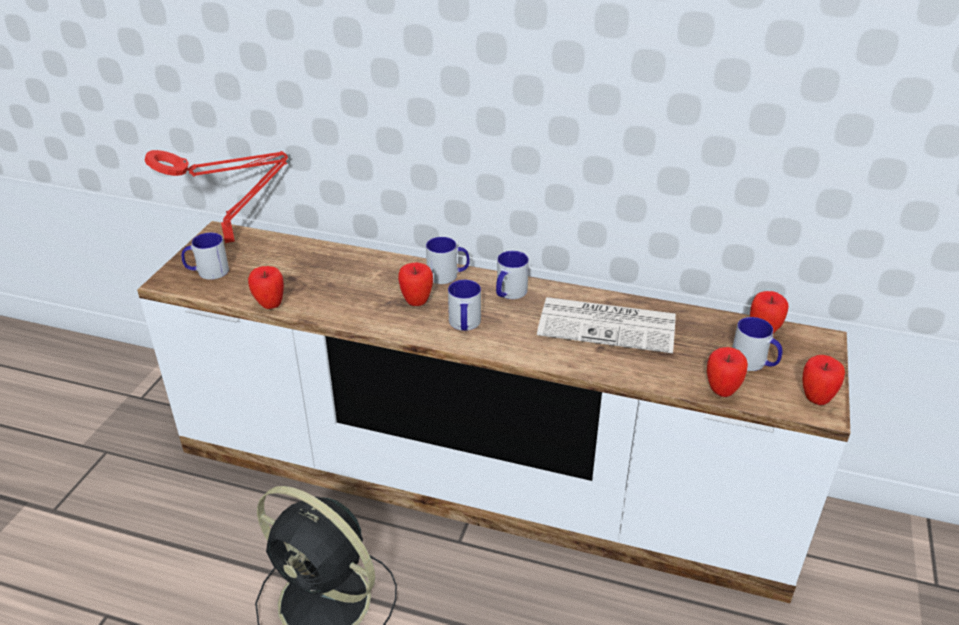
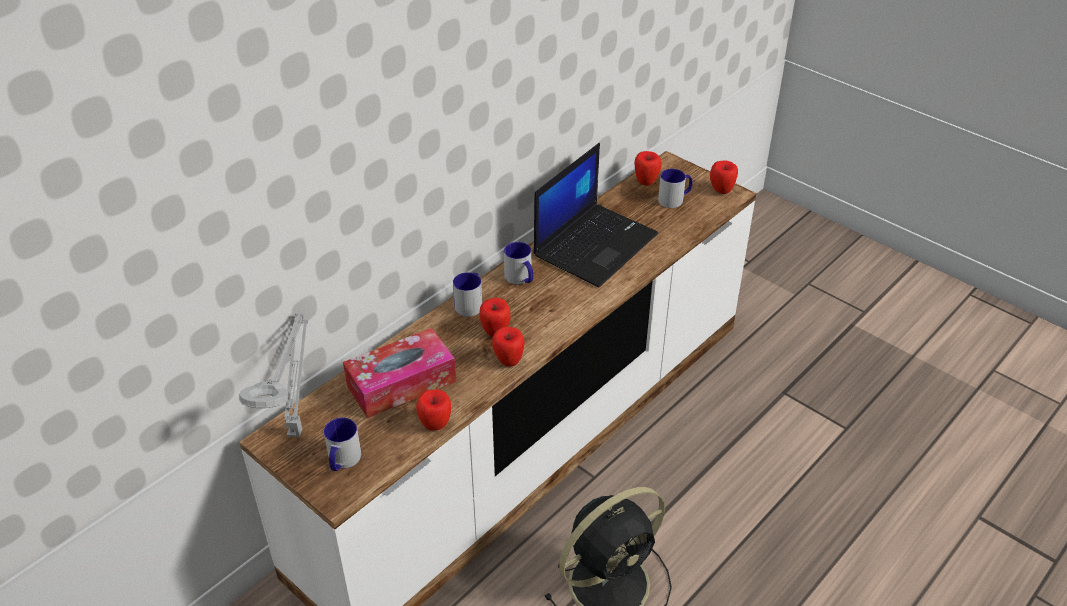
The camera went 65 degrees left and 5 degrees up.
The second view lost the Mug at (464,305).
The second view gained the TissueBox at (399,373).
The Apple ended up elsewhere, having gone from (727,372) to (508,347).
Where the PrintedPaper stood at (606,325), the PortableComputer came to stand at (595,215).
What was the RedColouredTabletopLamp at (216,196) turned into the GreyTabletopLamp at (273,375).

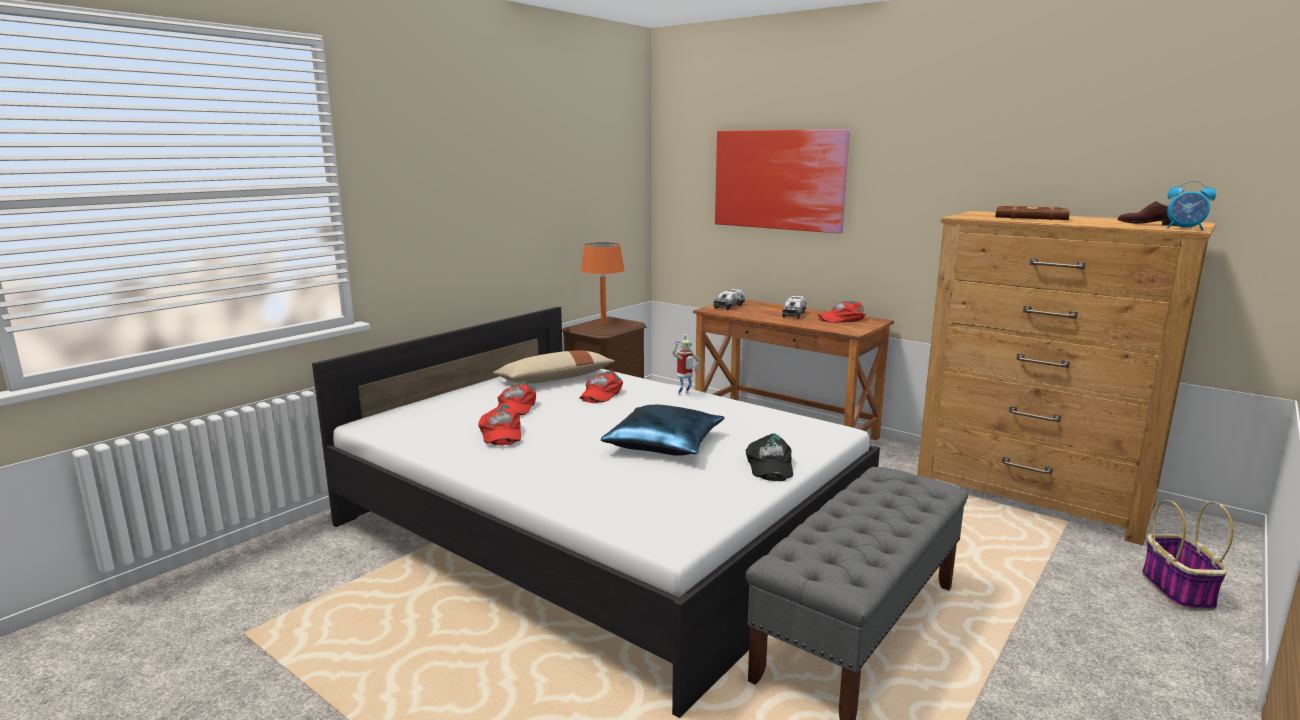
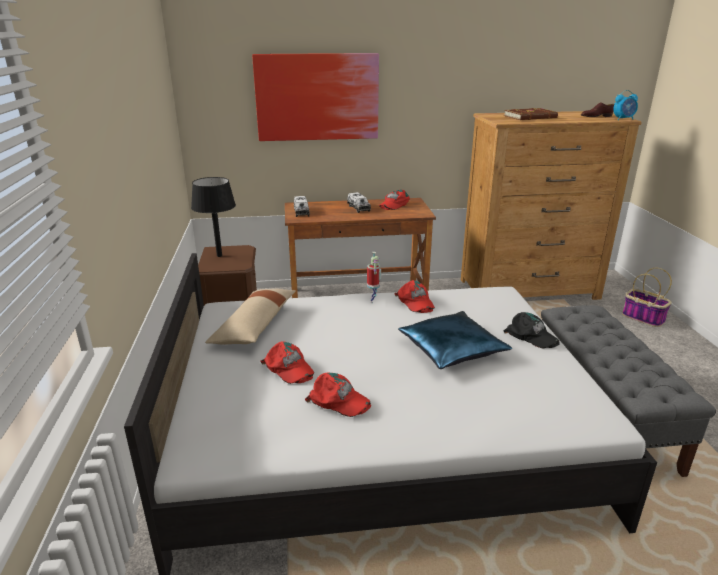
The camera went 45 degrees left and 10 degrees up.
The RedColouredPeakedCap ended up elsewhere, having gone from (601,387) to (414,296).
What was the OrangeTabletopLamp at (603,283) turned into the BlackTabletopLamp at (213,217).

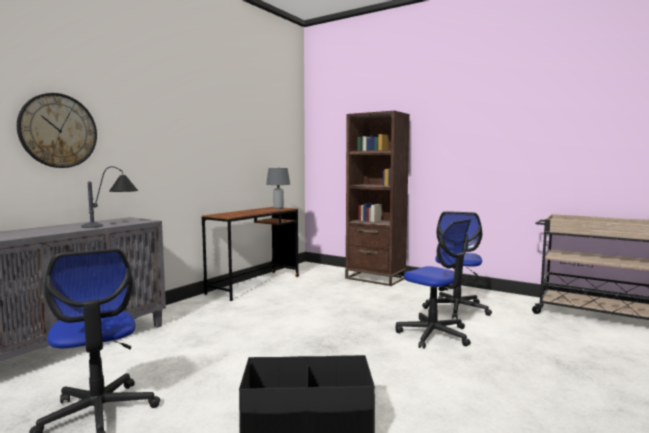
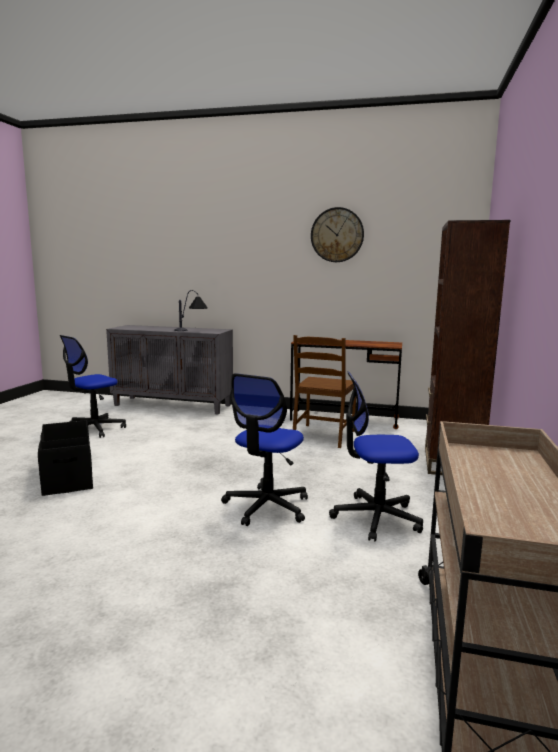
The camera went 70 degrees right and 5 degrees up.
The second view lost the GreyTabletopLamp at (278,188).
The second view gained the BrownPlainChair at (324,391).
The ClockOnTheWall ended up elsewhere, having gone from (57,130) to (337,234).

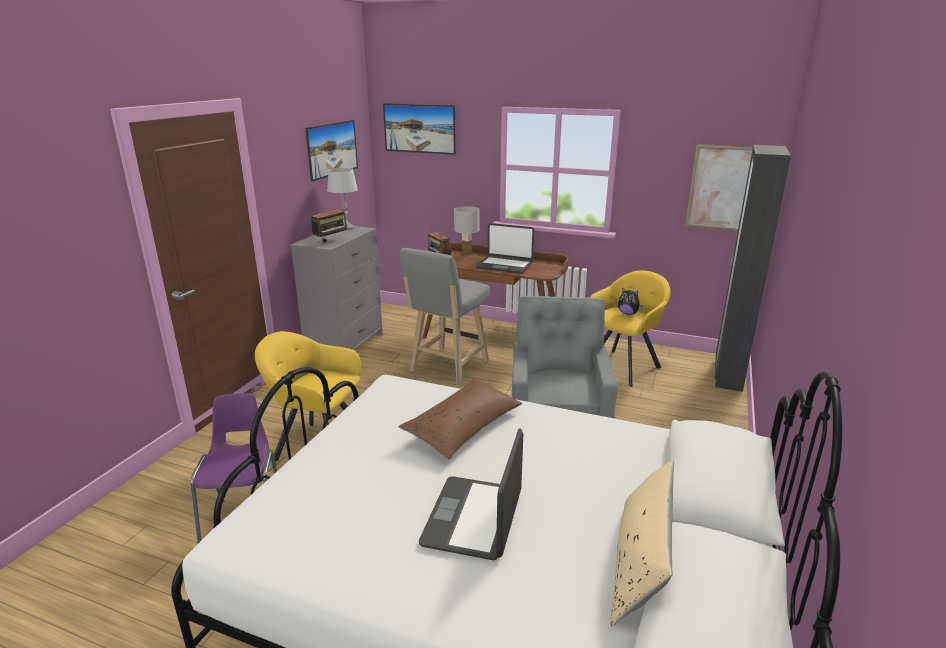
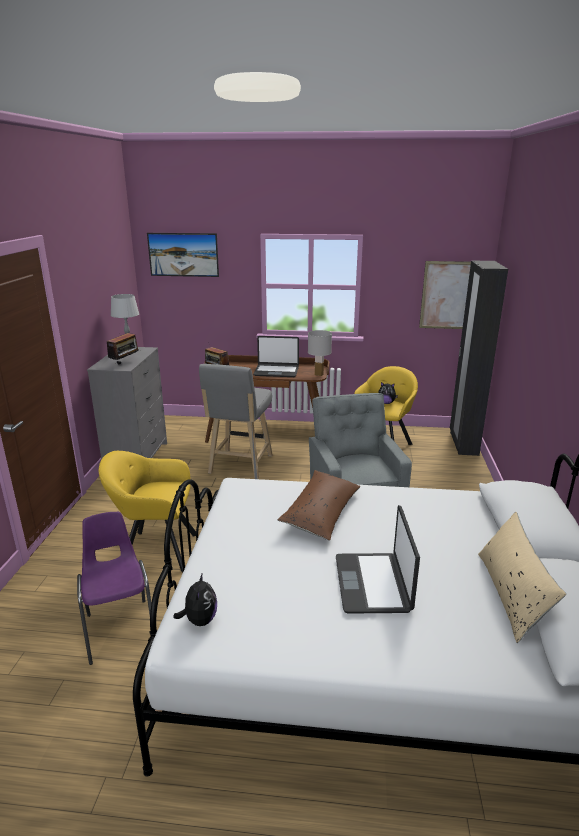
The camera went 15 degrees left and 0 degrees up.
The second view lost the WallPicture at (331,151).
The second view gained the CuddlyToy at (195,599).
The WhitishTabletopLamp ended up elsewhere, having gone from (467,231) to (320,353).

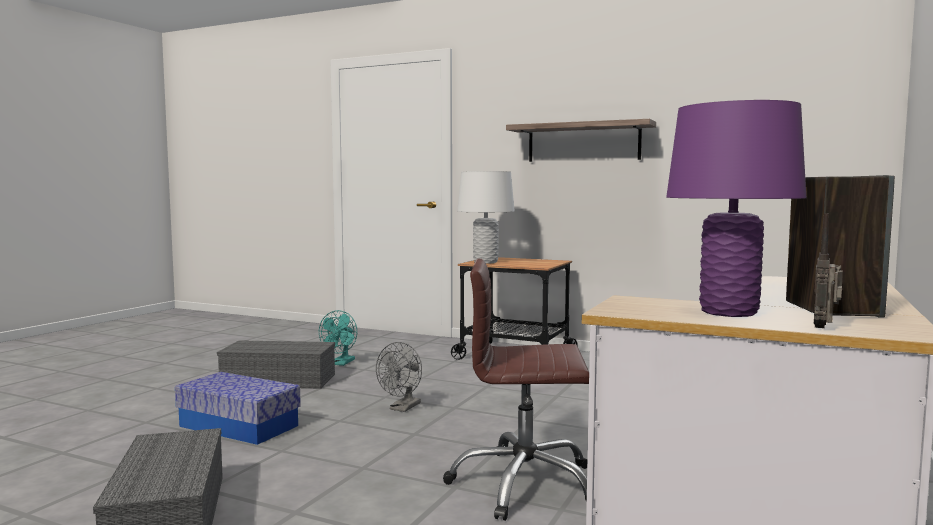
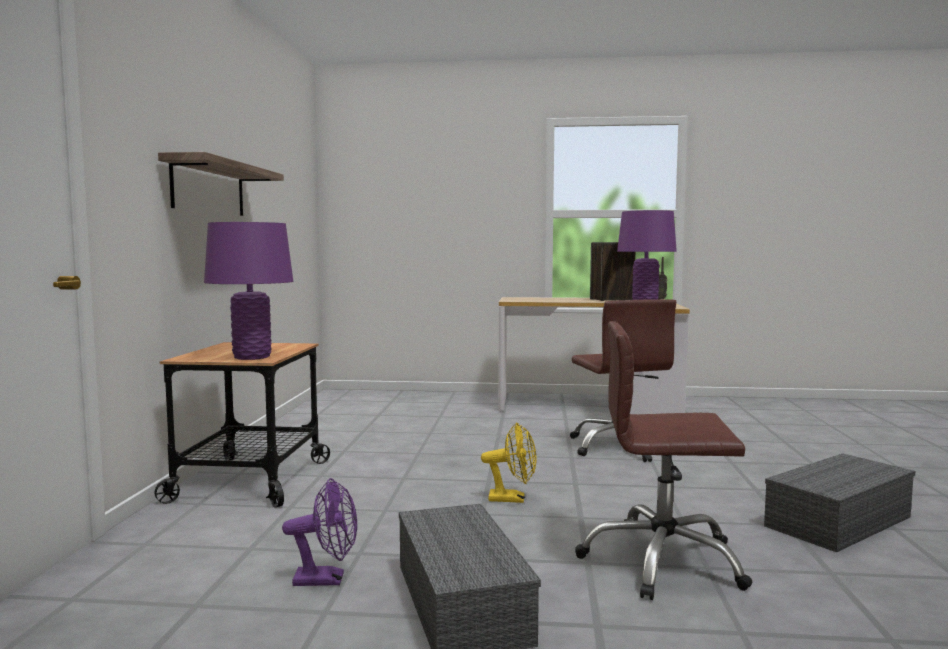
The camera went 110 degrees left and 0 degrees up.
Where the StorageContainer stood at (238,408), the BrownComputerChair came to stand at (664,460).
What was the BlueGreenElectricFan at (338,338) turned into the PurpleElectricFan at (319,532).
What was the GreyElectricFan at (399,377) turned into the YellowElectricFan at (509,462).
What was the WhitishTabletopLamp at (486,217) turned into the PurpleTabletopLamp at (248,291).

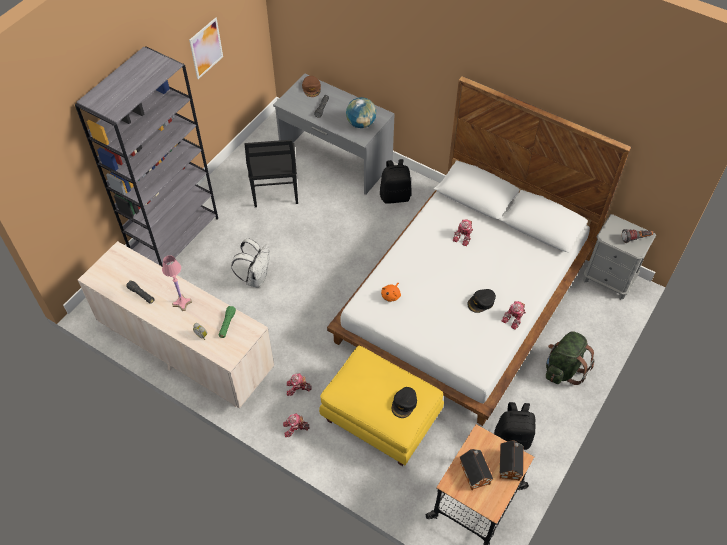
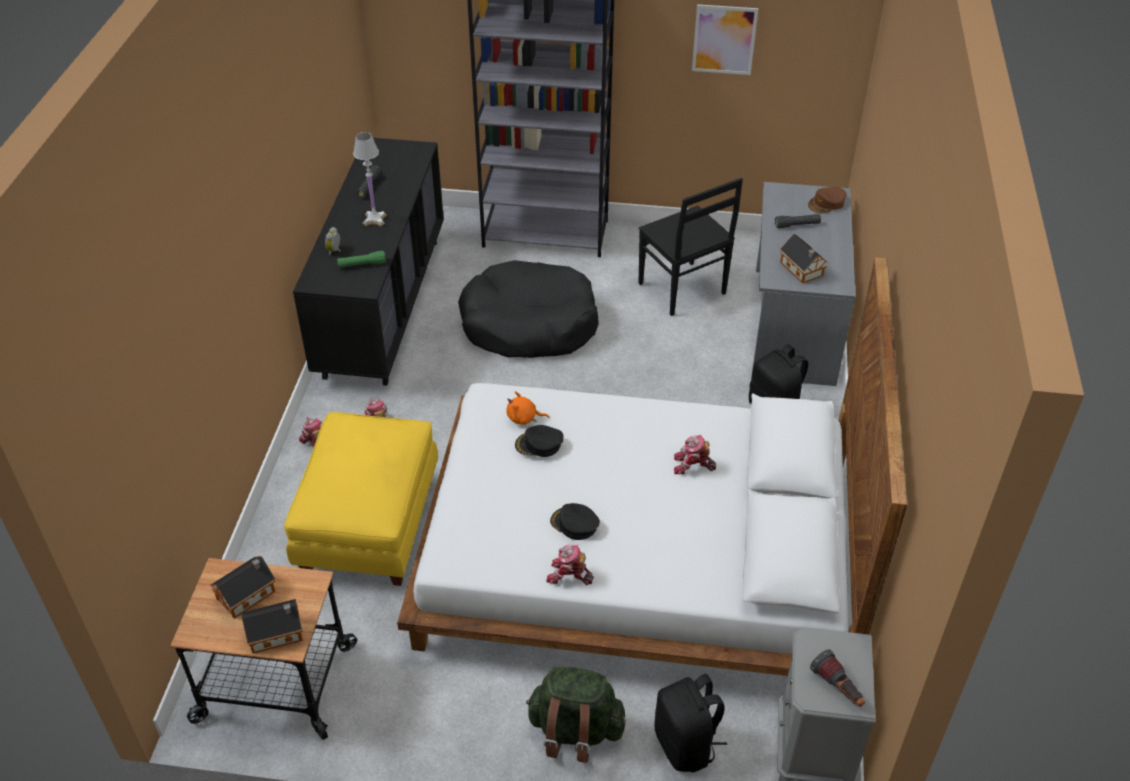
The camera went 65 degrees right and 10 degrees down.
The BlackPeakedCap ended up elsewhere, having gone from (404,402) to (539,441).
The BlackBackpack ended up elsewhere, having gone from (514,426) to (691,723).
Where the WhitishBackpack stood at (250,263), the BlackDogCushion came to stand at (528,309).
Where the DeskGlobe stood at (361,112), the ToyHouse came to stand at (804,258).
What was the BeigeChestOfDrawers at (176,325) turned into the BlackChestOfDrawers at (368,262).
What was the PinkColouredTabletopLamp at (177,283) turned into the WhitishTabletopLamp at (370,179).
The BlackPlainChair at (271,173) ended up facing another way, 90 degrees counterclockwise from before.

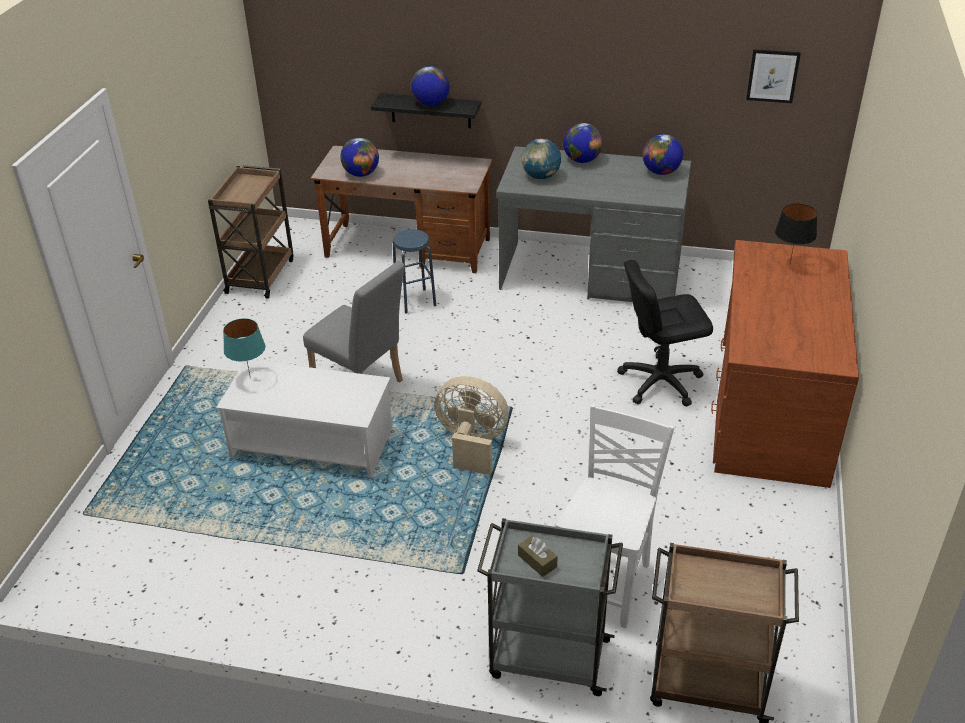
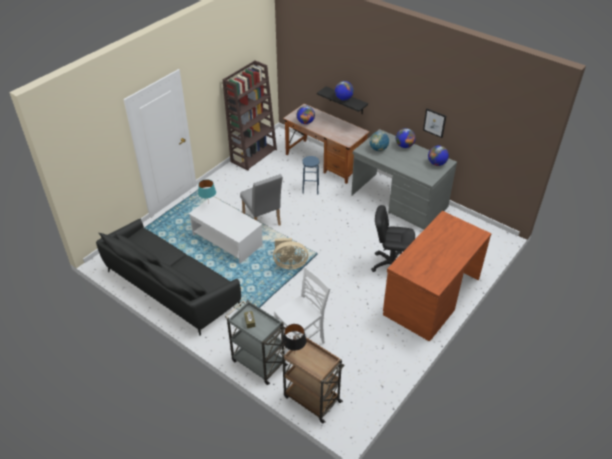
The camera went 25 degrees right and 5 degrees up.
The second view gained the BlackSettee at (168,277).
The WallPicture ended up elsewhere, having gone from (773,76) to (434,123).
The BlackTabletopLamp ended up elsewhere, having gone from (796,233) to (295,337).
Where the BrownCart stood at (251,232), the BrownBookcase came to stand at (249,115).
The BeigeElectricFan at (471,425) ended up facing another way, 135 degrees clockwise from before.

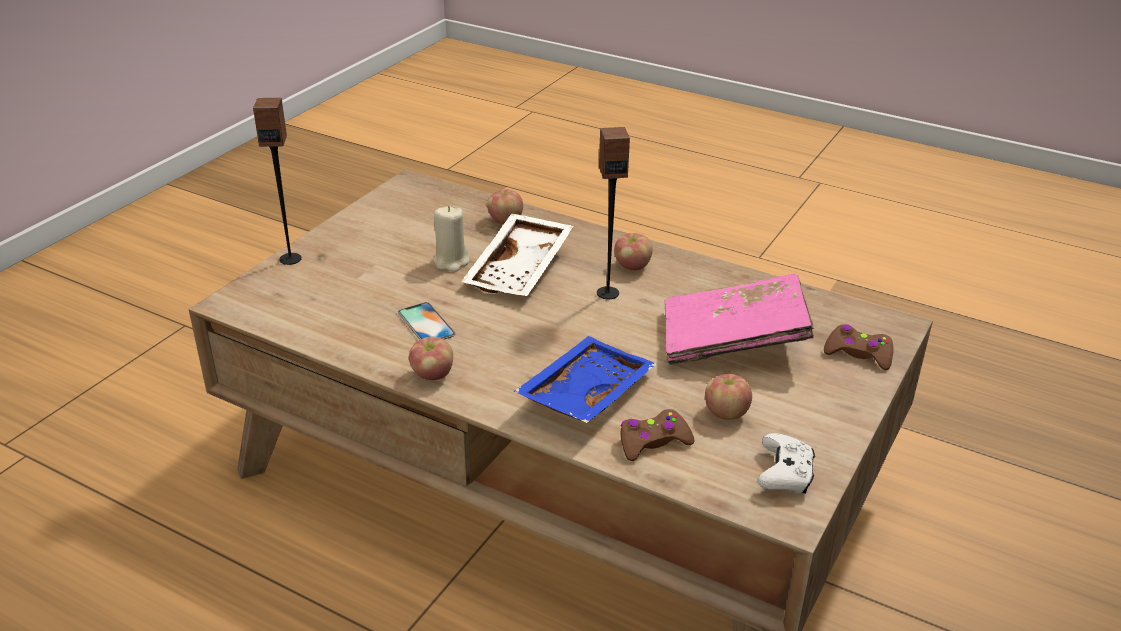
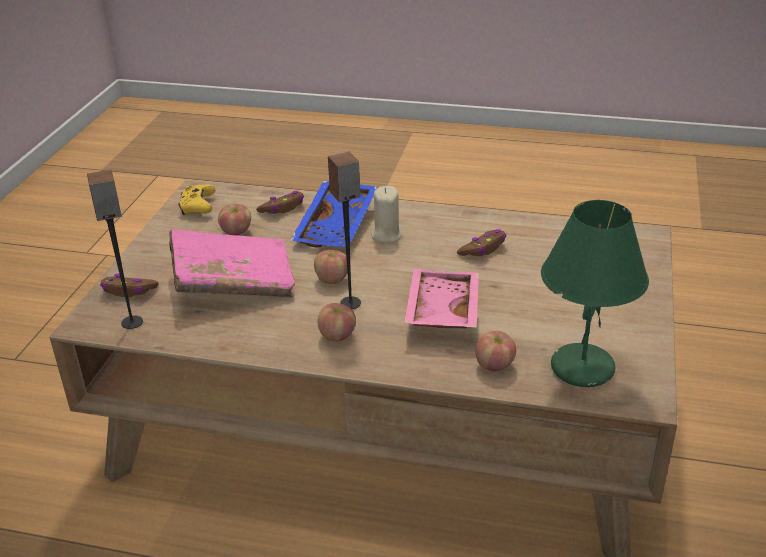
The camera went 165 degrees right and 0 degrees up.
The second view gained the GreenTabletopLamp at (595,293).
The AudioSpeaker ended up elsewhere, having gone from (277,181) to (115,249).
The Apple ended up elsewhere, having gone from (431,358) to (330,267).
The BeigeCandle ended up elsewhere, having gone from (451,239) to (386,214).
Where the Handset stood at (427,321), the BrownGameController came to stand at (481,242).
What was the WhitishTray at (517,254) turned into the PinkColouredTray at (441,298).
What was the WhitishGameController at (786,463) turned into the YellowGameController at (196,199).

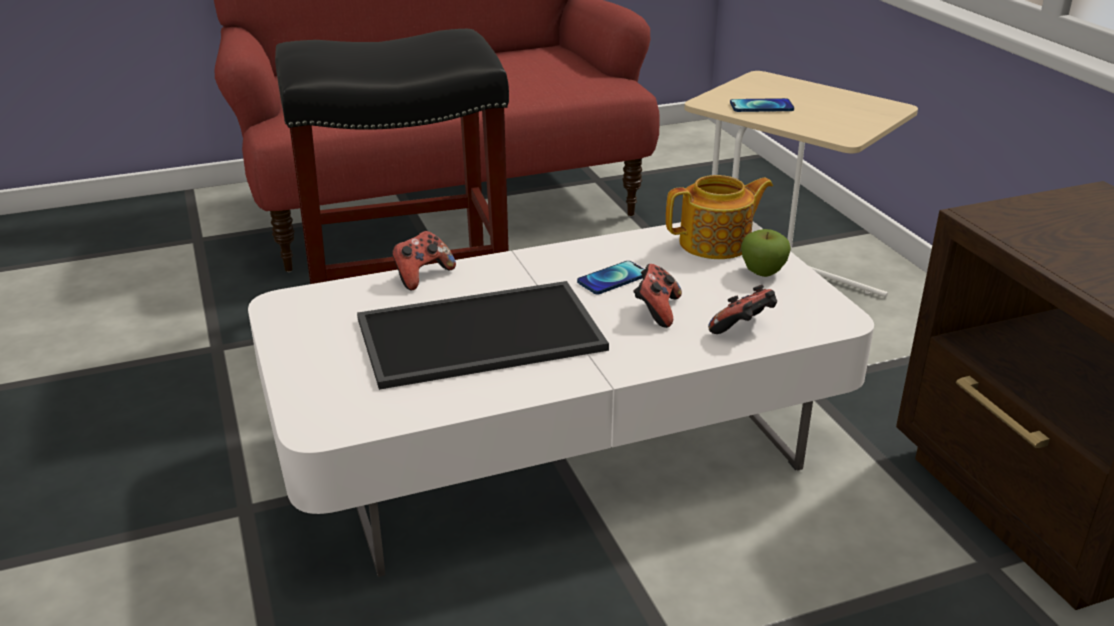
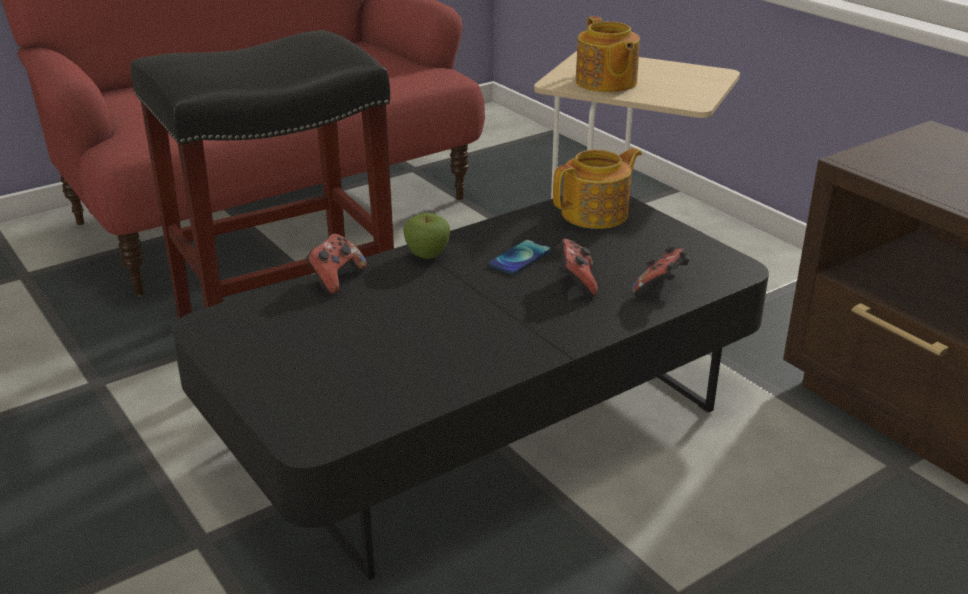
The camera went 15 degrees left and 0 degrees up.
The second view lost the Tray at (483,335).
The Apple ended up elsewhere, having gone from (766,253) to (427,236).
Where the Handset stood at (762,105), the TeaPot came to stand at (608,54).
What was the WhitishLoungeTable at (561,399) turned into the BlackLoungeTable at (470,388).

